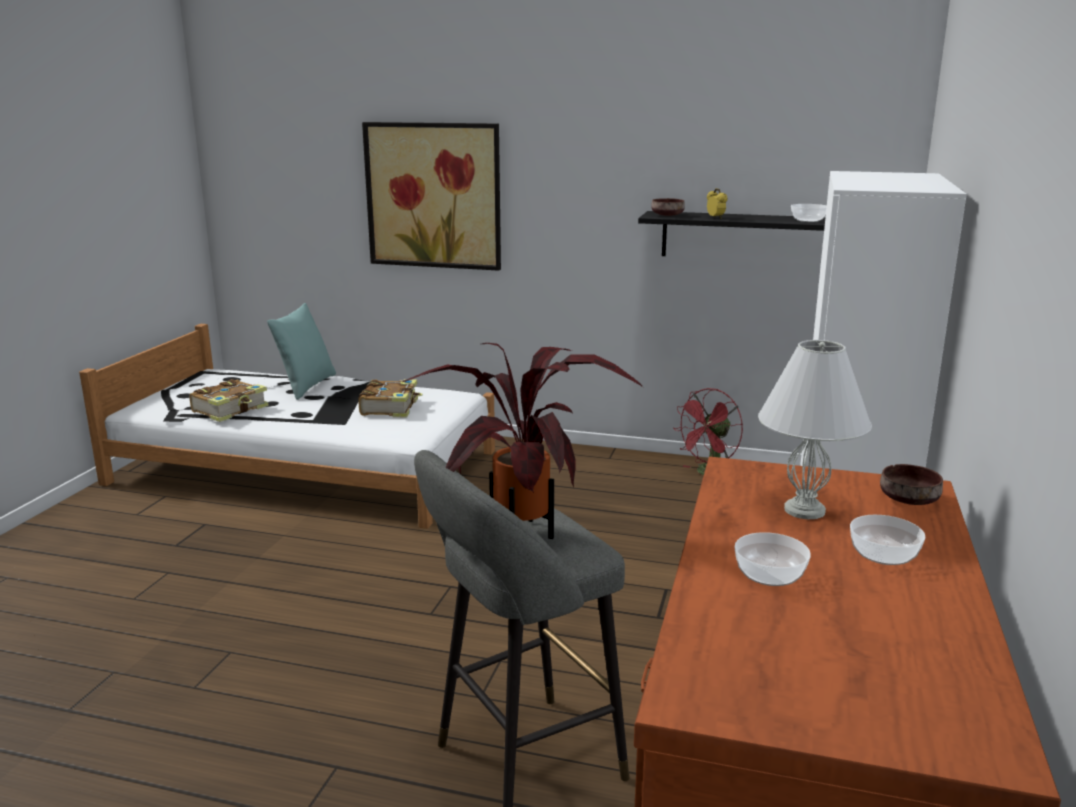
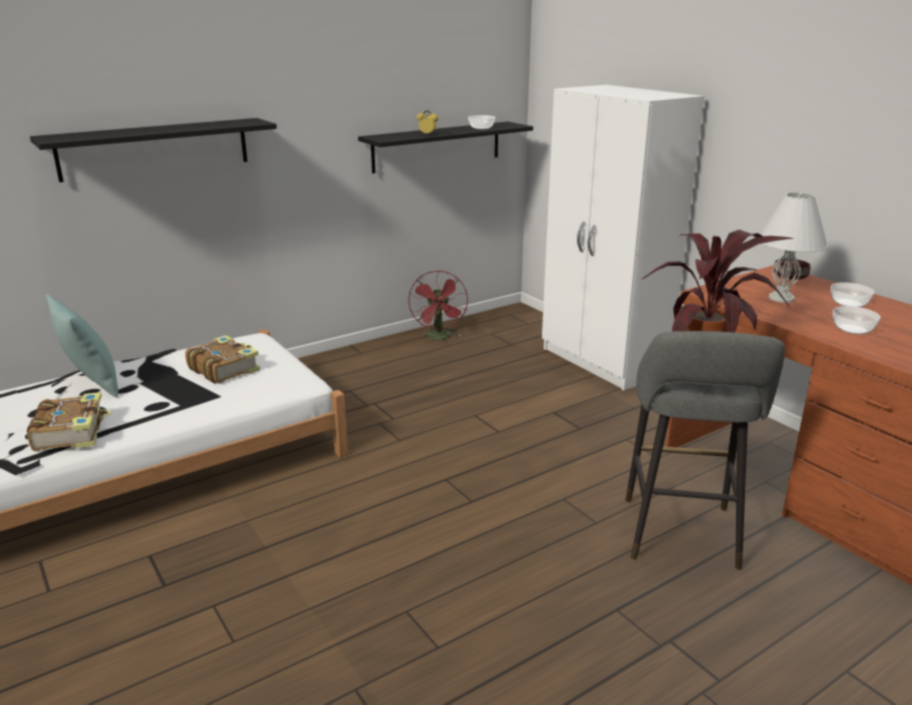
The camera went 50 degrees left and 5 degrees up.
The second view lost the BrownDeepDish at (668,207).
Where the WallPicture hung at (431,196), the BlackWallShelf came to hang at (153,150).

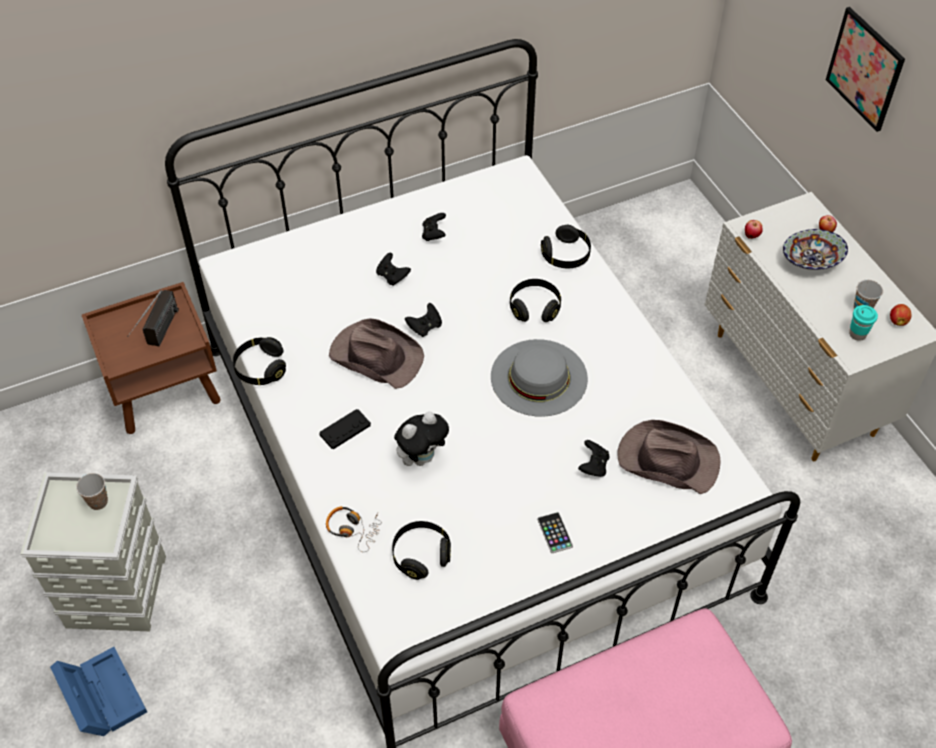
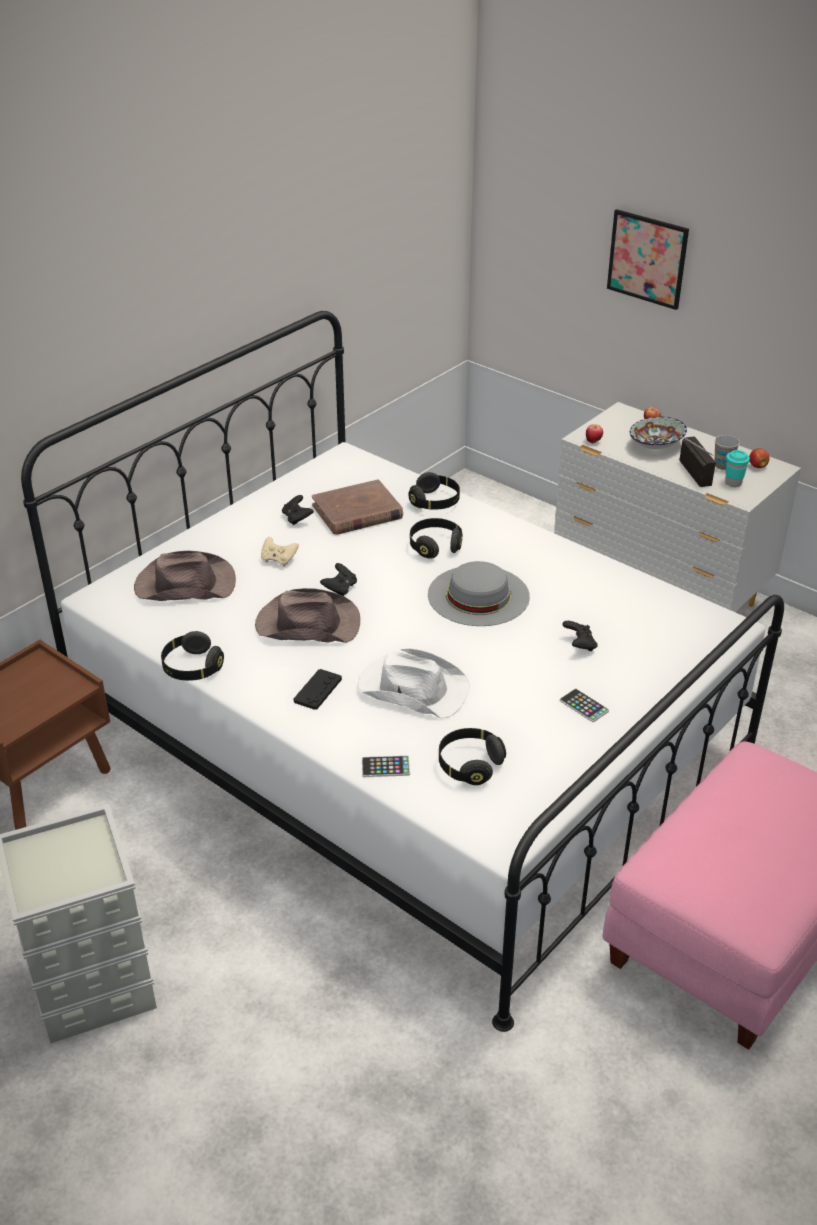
The camera went 25 degrees left and 15 degrees down.
The second view lost the BlueColouredStorageContainer at (98,691).
The second view lost the Cup at (92,491).
The second view gained the BrownVolume at (357,507).
The Radio ended up elsewhere, having gone from (153,318) to (700,461).
The BrownWearableHat ended up elsewhere, having gone from (669,457) to (185,576).
Where the PairOfHeadphones stood at (354,529), the Handset came to stand at (386,766).
Where the CuddlyToy stood at (421,439), the WhitishWearableHat came to stand at (413,683).
What was the BlackGameController at (393,269) turned into the BeigeGameController at (280,552).

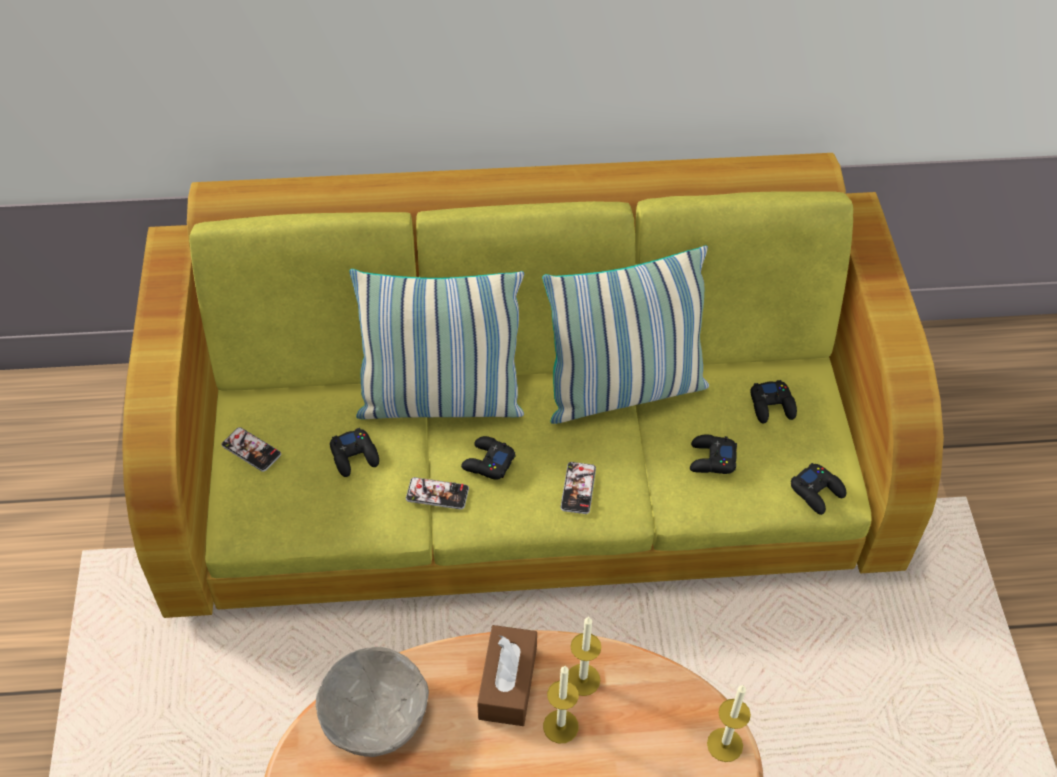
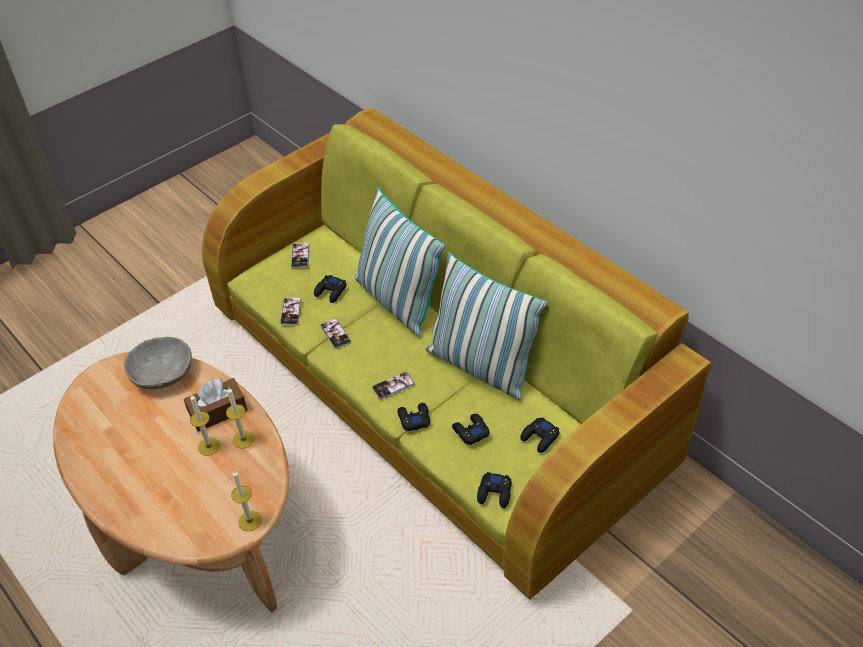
The camera went 55 degrees right and 5 degrees down.
The second view gained the Handset at (291,311).
The BlackGameController ended up elsewhere, having gone from (488,458) to (413,417).

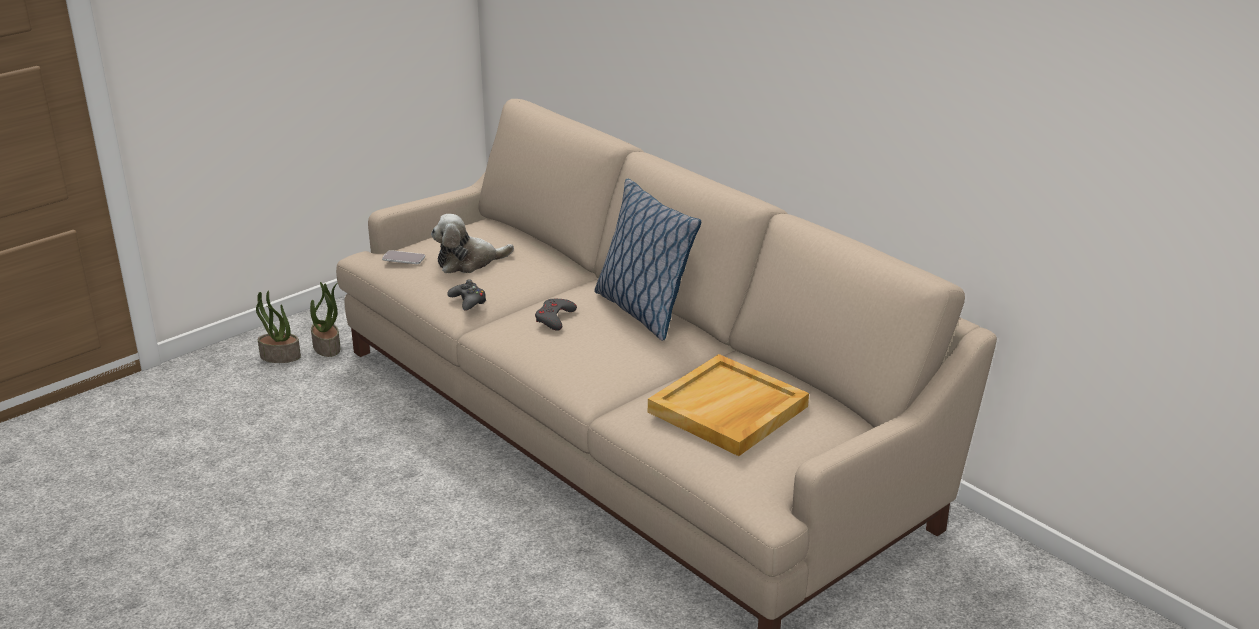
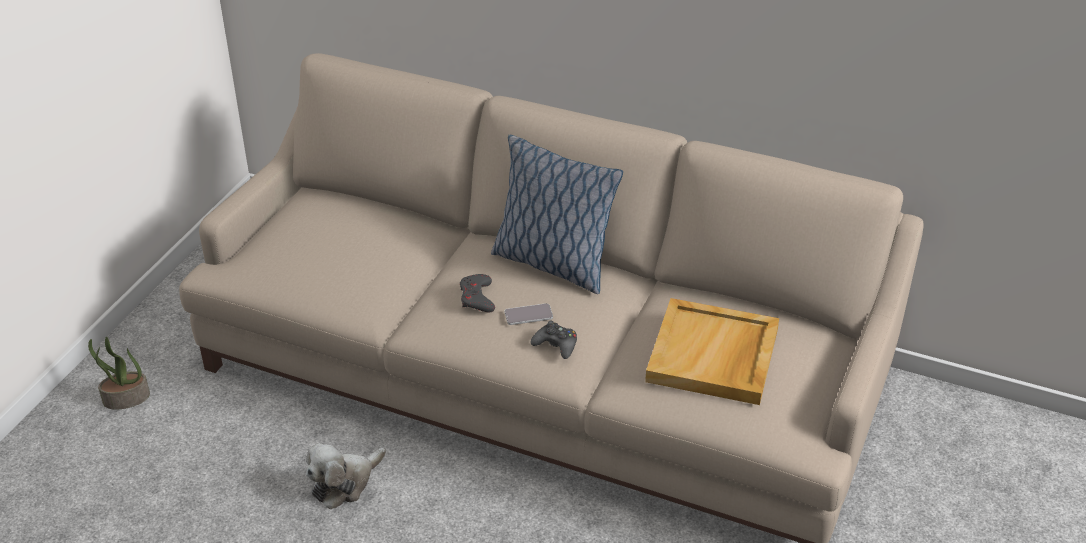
The camera went 25 degrees left and 10 degrees up.
The second view lost the PottedPlant at (325,319).
The Handset ended up elsewhere, having gone from (403,257) to (529,314).
The CuddlyToy ended up elsewhere, having gone from (472,243) to (346,476).
The BlackGameController ended up elsewhere, having gone from (466,295) to (554,340).

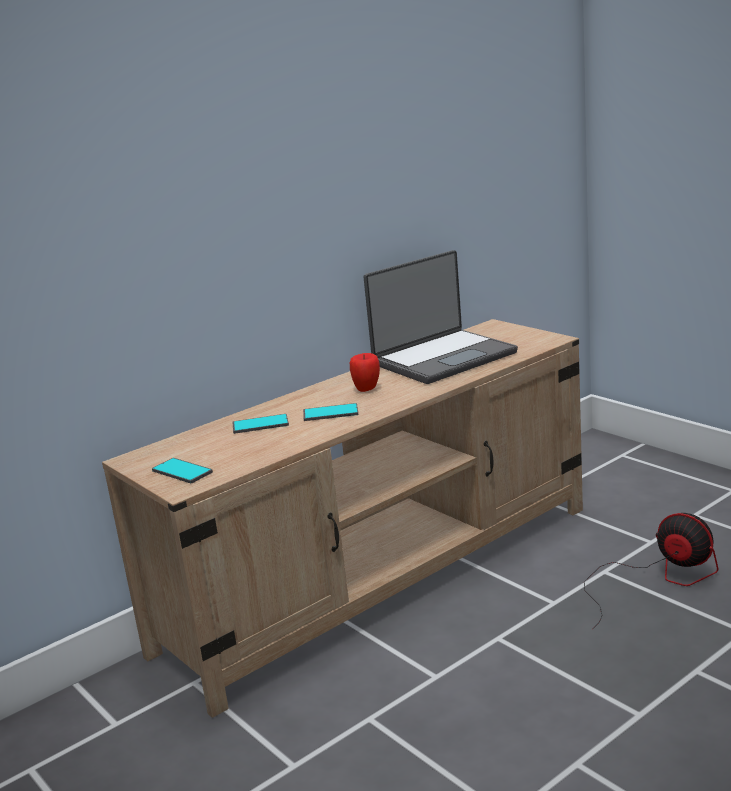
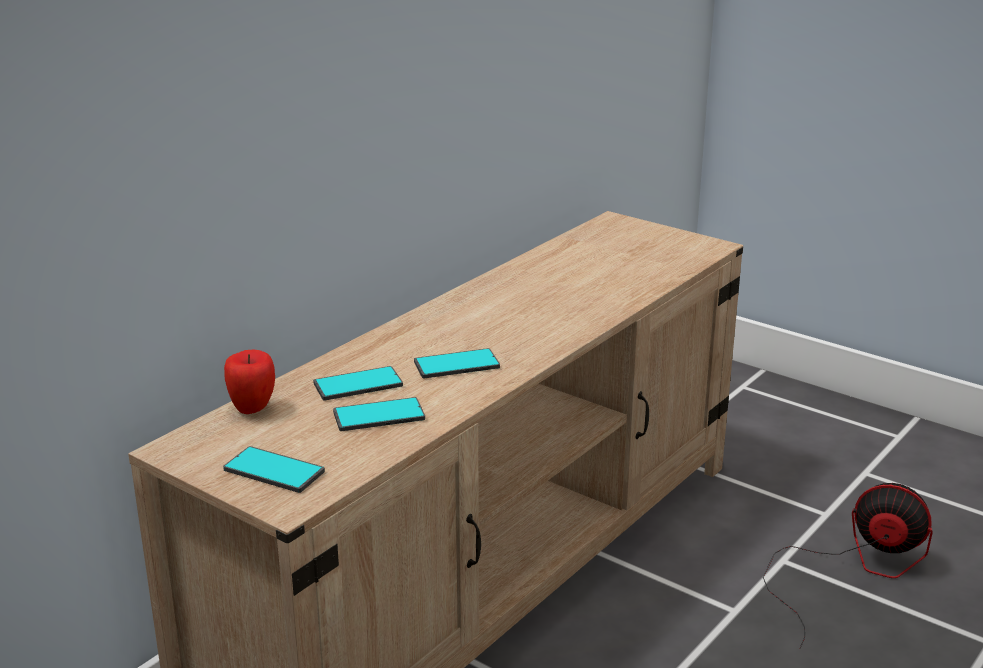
The camera went 15 degrees left and 5 degrees up.
The second view lost the PortableComputer at (441,317).
The second view gained the Handset at (379,414).
The Apple ended up elsewhere, having gone from (365,372) to (249,382).

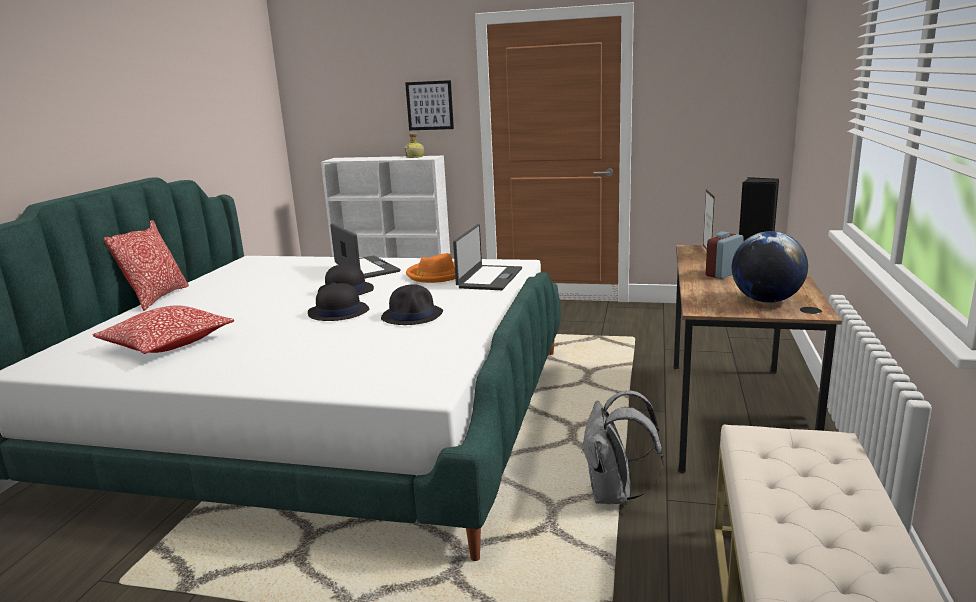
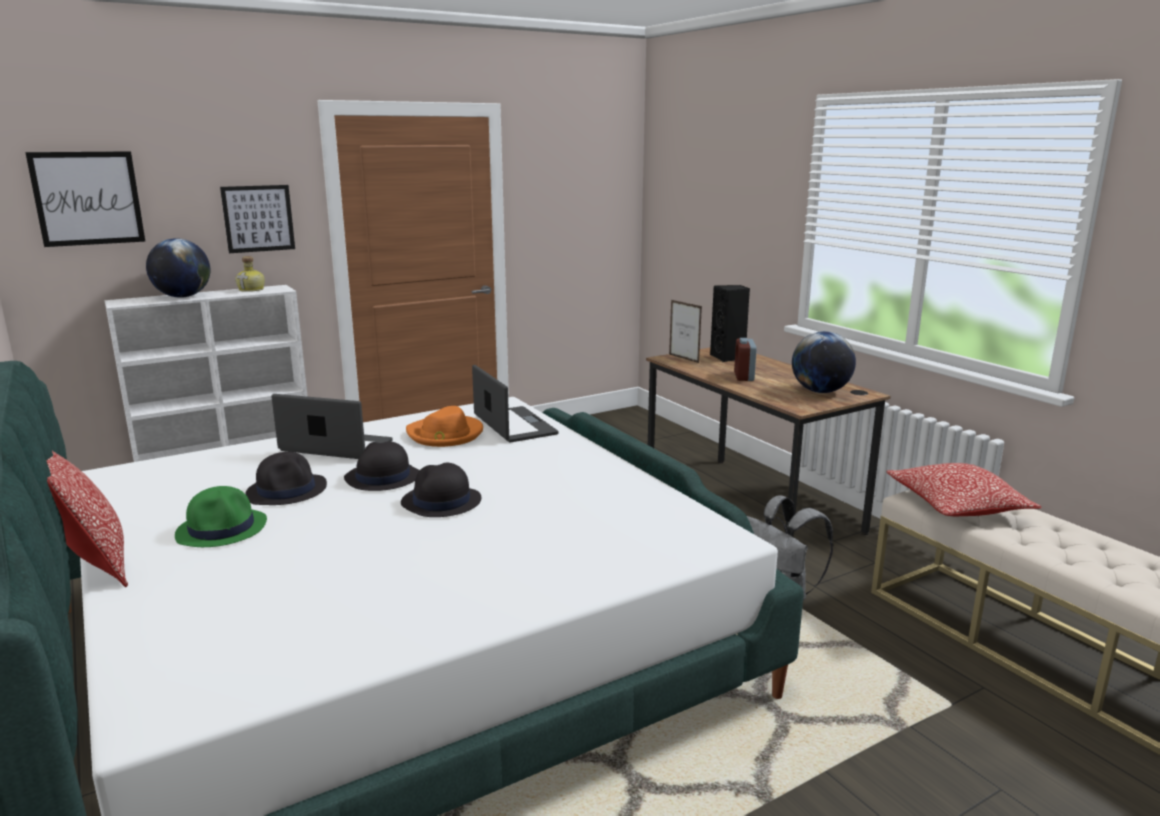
The camera went 45 degrees left and 0 degrees up.
The second view gained the WallPicture at (85,199).
The second view gained the DeskGlobe at (178,268).
The second view gained the GreenWearableHat at (221,516).
The Pillow ended up elsewhere, having gone from (163,329) to (964,489).
The BlackWearableHat ended up elsewhere, having gone from (412,304) to (286,478).

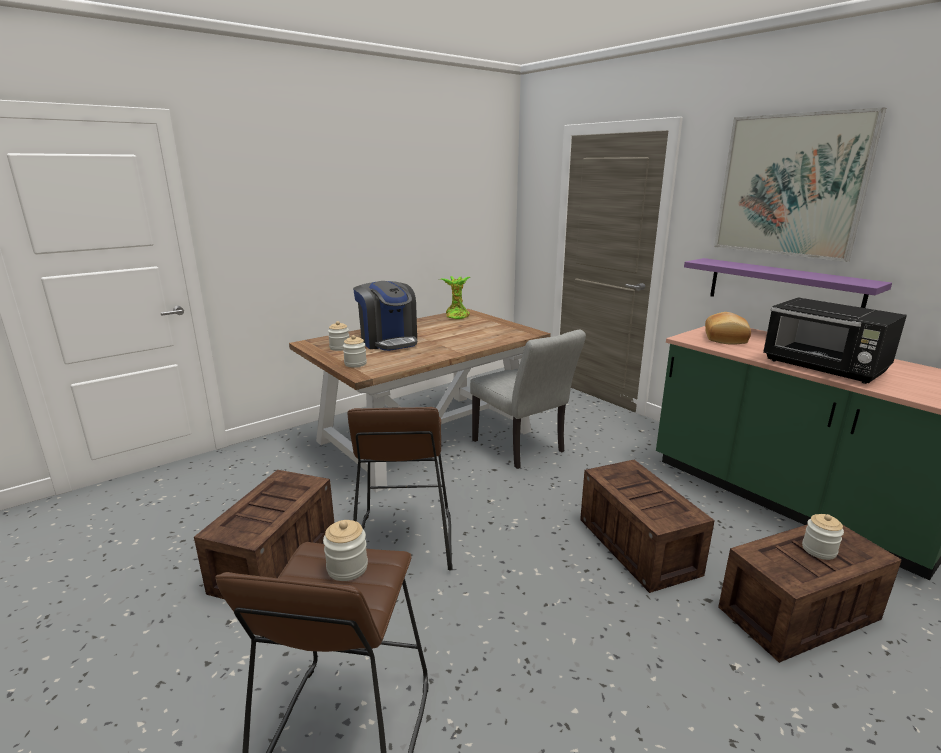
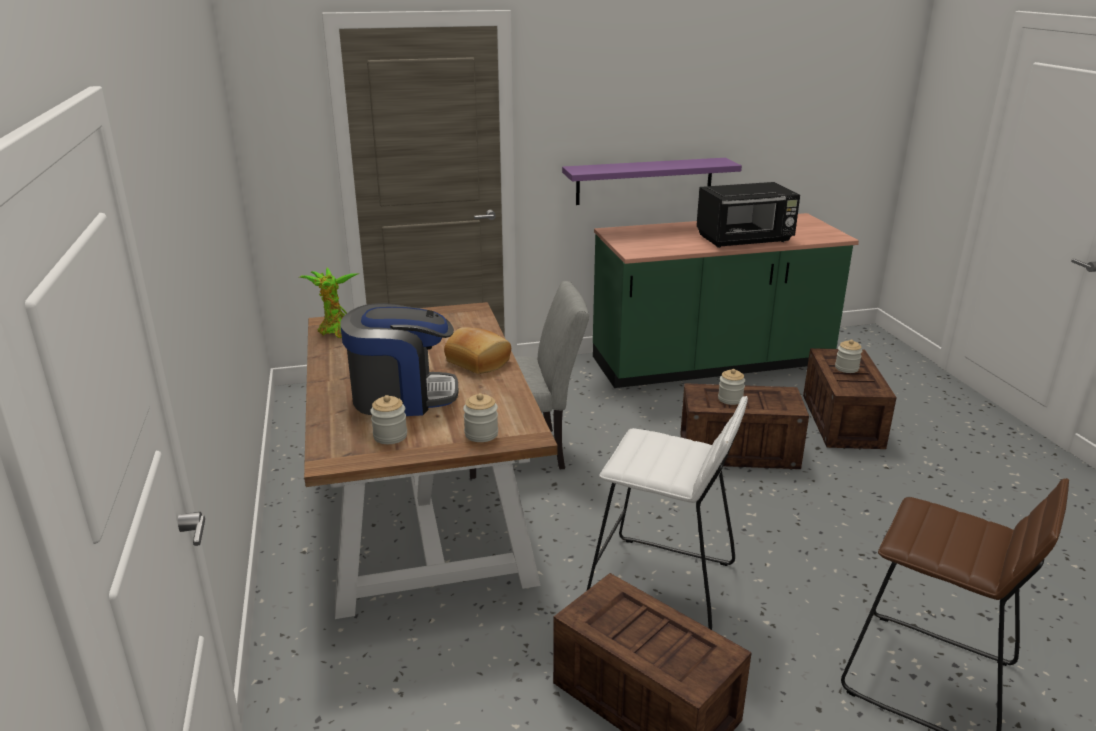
The camera went 65 degrees left and 5 degrees up.
The second view lost the WallPicture at (800,185).
The StorageJar ended up elsewhere, having gone from (345,550) to (731,387).
The BakeryBread ended up elsewhere, having gone from (728,328) to (477,350).
What was the BrownStoolSeat at (400,488) turned into the WhitishStoolSeat at (667,513).

